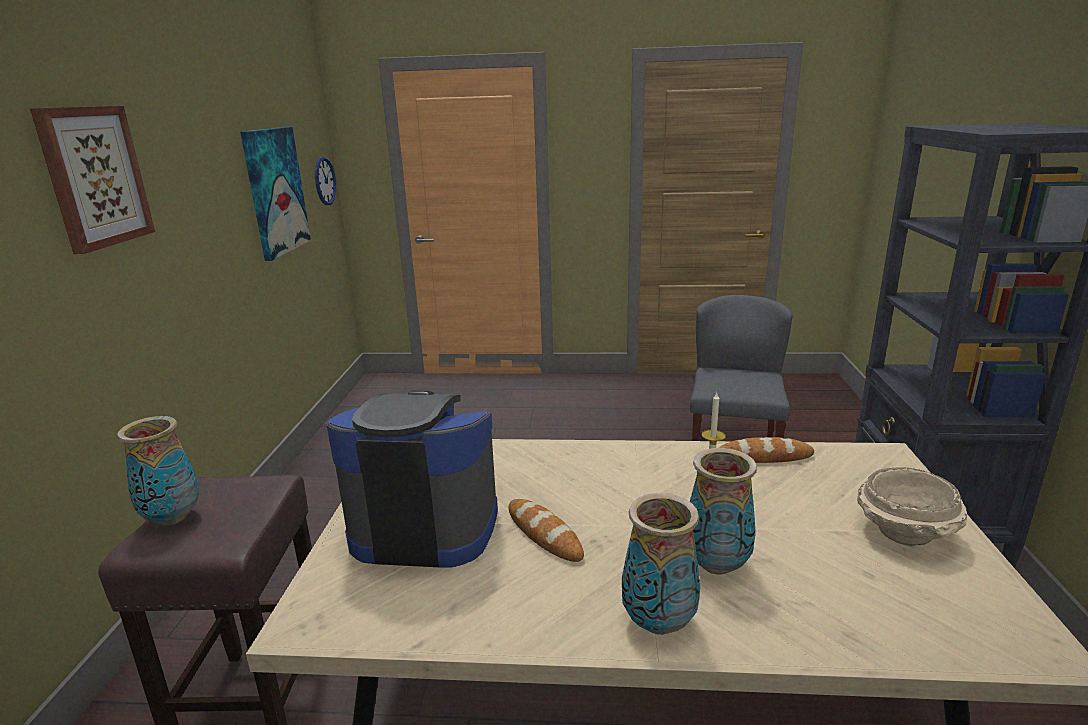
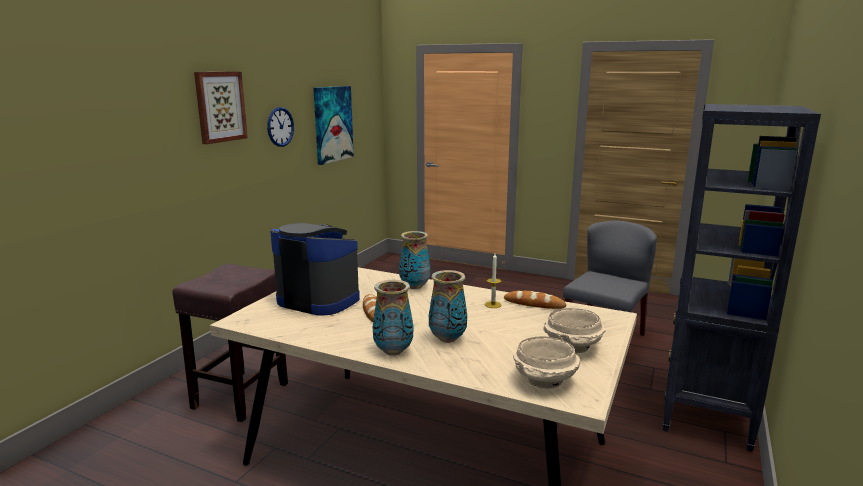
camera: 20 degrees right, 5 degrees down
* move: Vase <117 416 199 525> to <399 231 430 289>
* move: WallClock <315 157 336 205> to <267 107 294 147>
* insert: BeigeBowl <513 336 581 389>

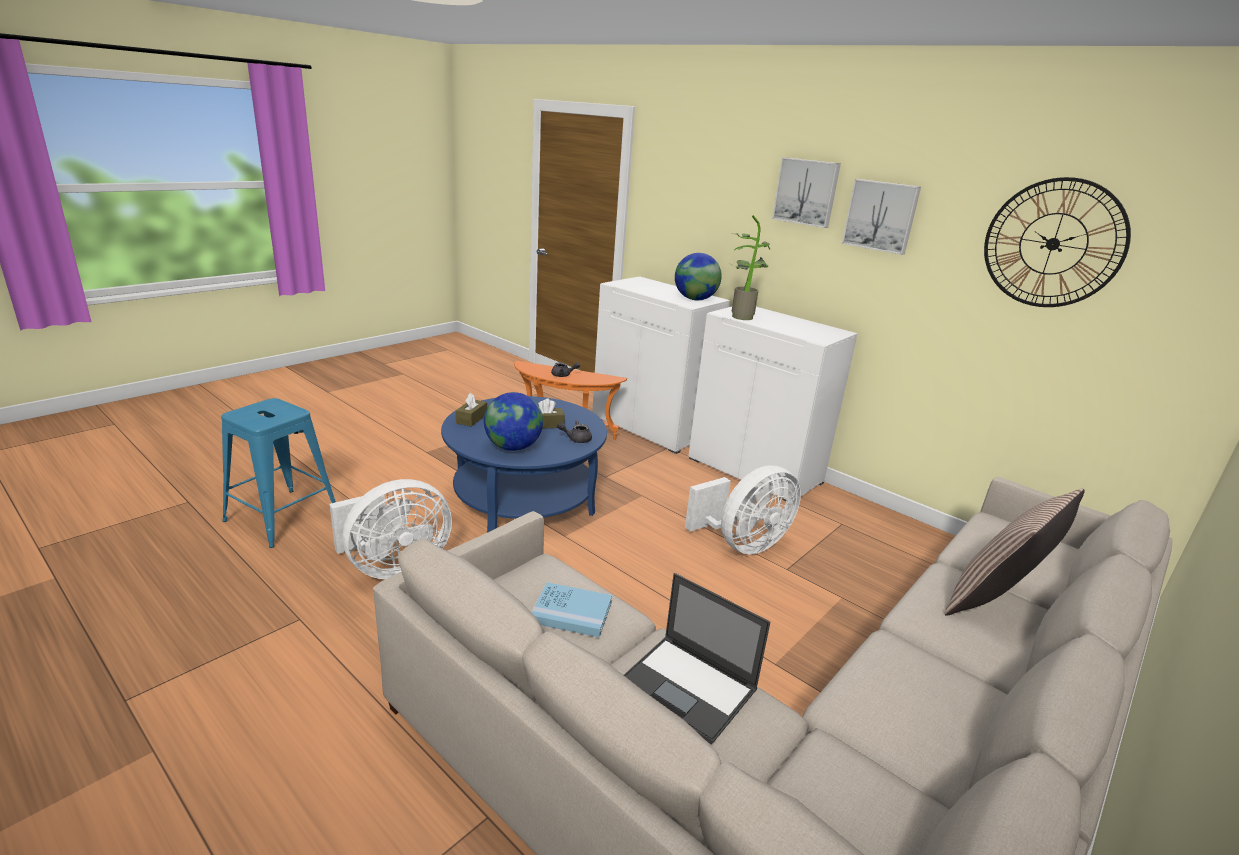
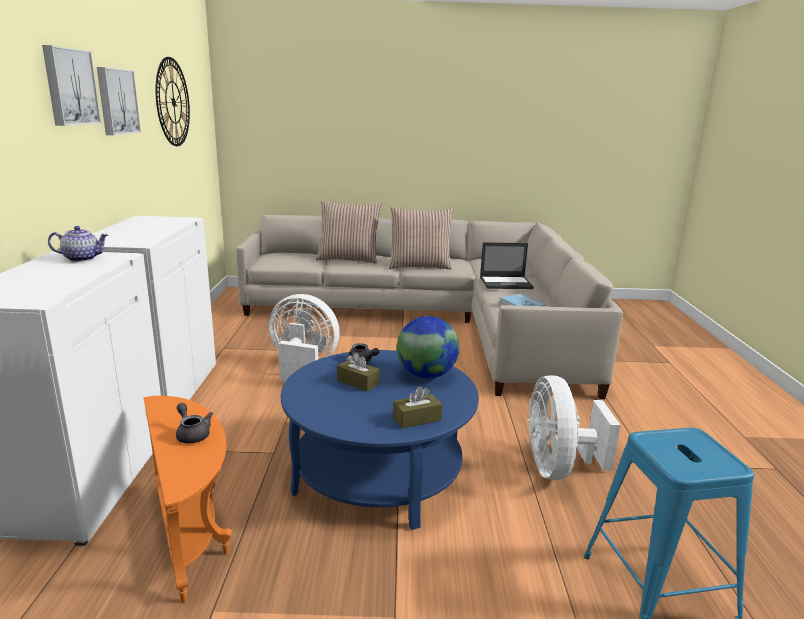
camera: 130 degrees left, 5 degrees down
* rotate: WhiteFan <330 479 452 579> = <528 375 621 480> 105 degrees counterclockwise
* rotate: Laptop <624 573 770 745> = <480 242 534 289> 90 degrees clockwise
* replace: Globe <675 253 722 300> to Teapot <48 226 108 262>
* delete: PottedPlant <732 215 772 320>
* insert: Pillow <389 207 453 270>

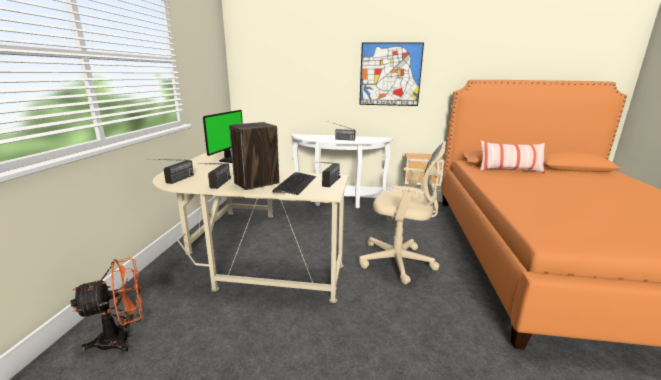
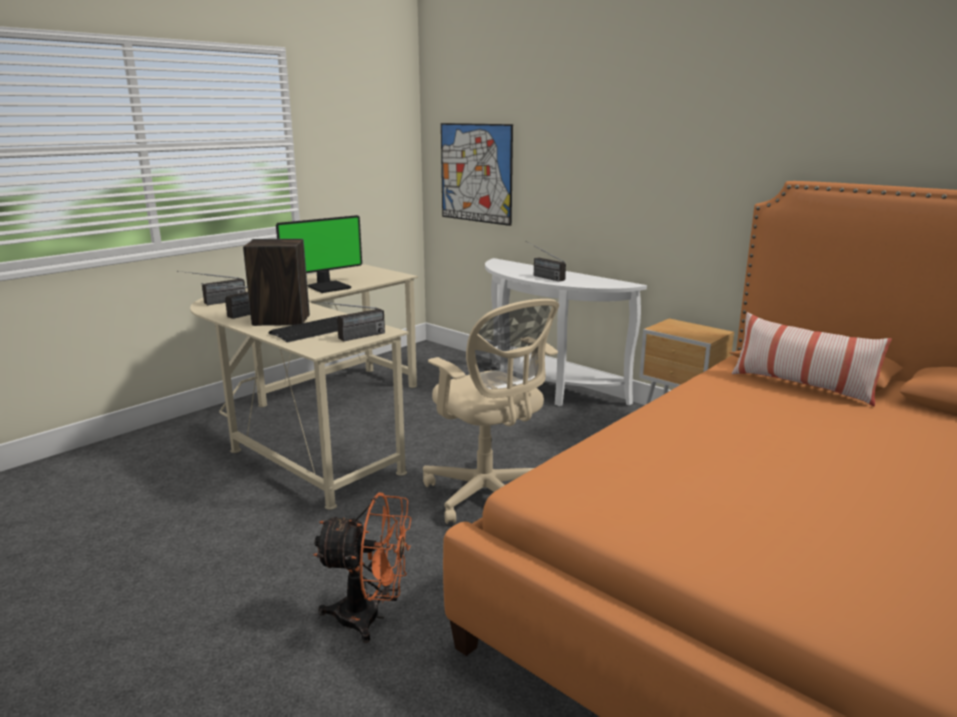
camera: 35 degrees right, 0 degrees up
* move: OrangeFan <70 257 143 353> to <313 493 411 643>
* move: Picture <359 42 424 106> to <441 123 513 226>

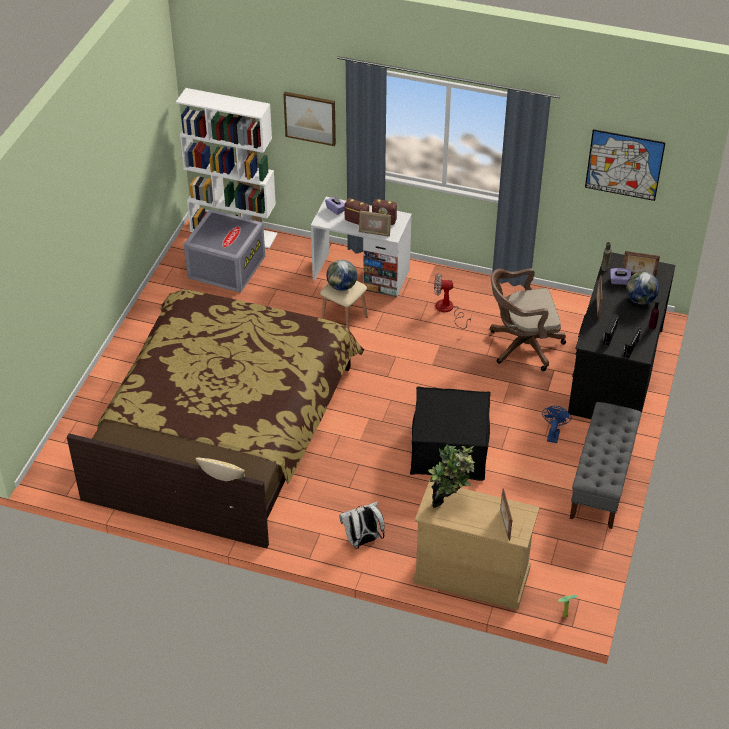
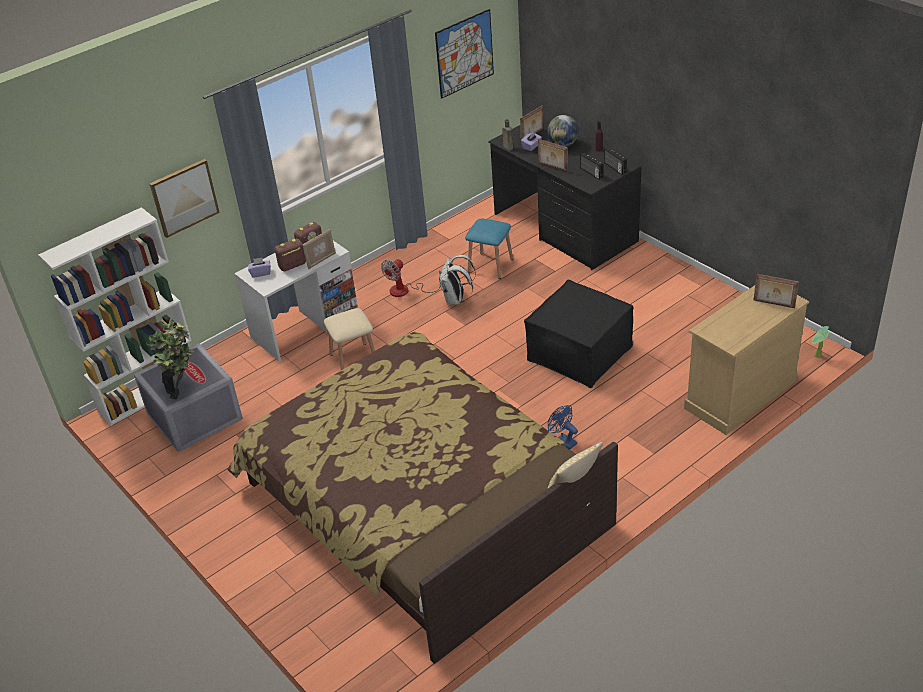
camera: 55 degrees left, 5 degrees down
* delete: Globe <326 260 357 291>
* move: WhiteBackpack <339 502 385 549> to <440 255 476 305>
* move: PottedPlant <428 444 475 508> to <146 318 194 400>
* replace: BrownOfficeChair <490 268 566 371> to BlueStool <465 219 513 279>
* move: BlueFan <542 406 572 443> to <548 405 578 450>
* delete: GreyBench <570 402 642 529>

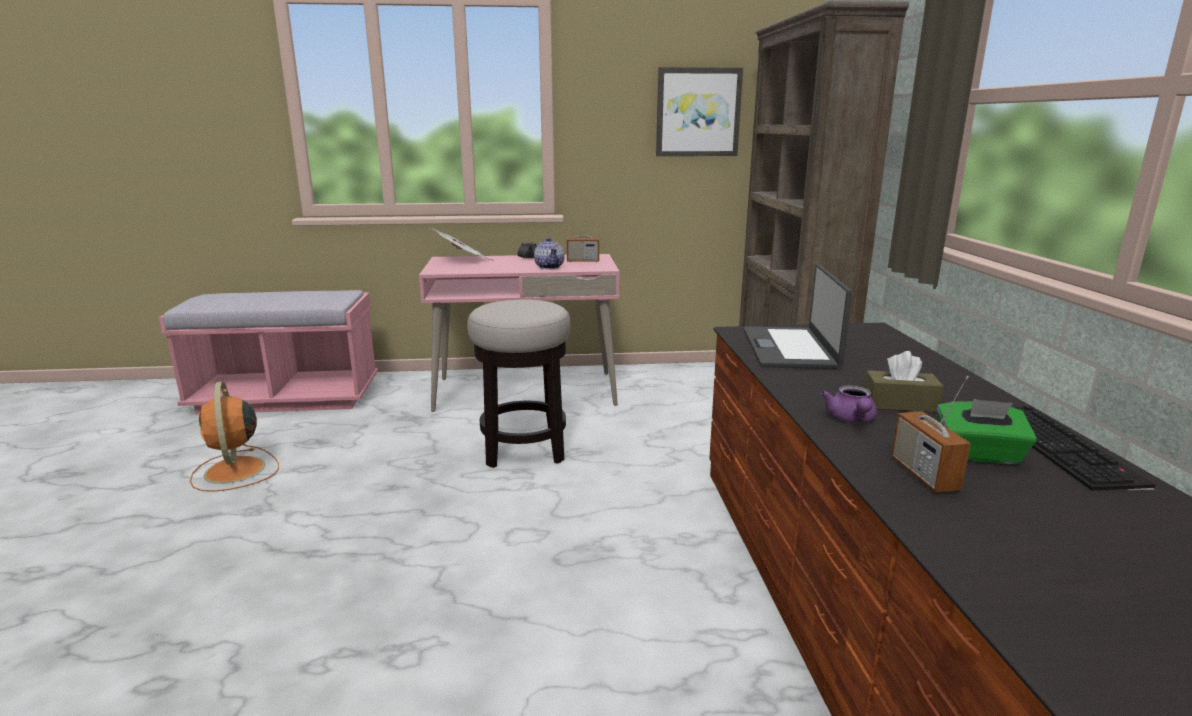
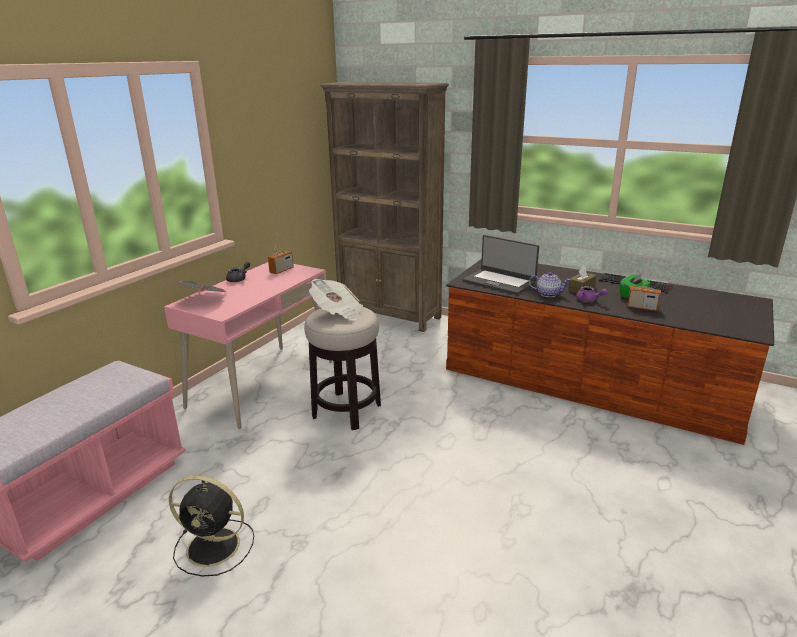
camera: 55 degrees left, 5 degrees up
* recolor: OrangeFan <190 381 279 492> to BlackFan <169 476 254 577>
* move: Teapot <534 238 564 269> to <529 272 571 297>
* delete: Picture <656 67 743 156>
* insert: Newspaper <309 279 363 321>

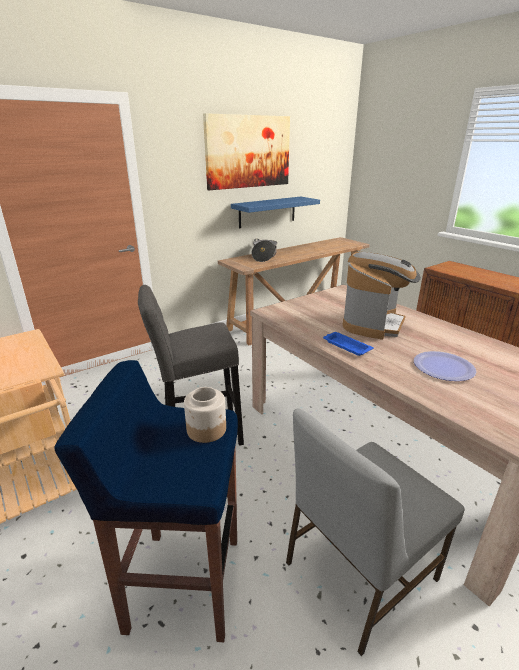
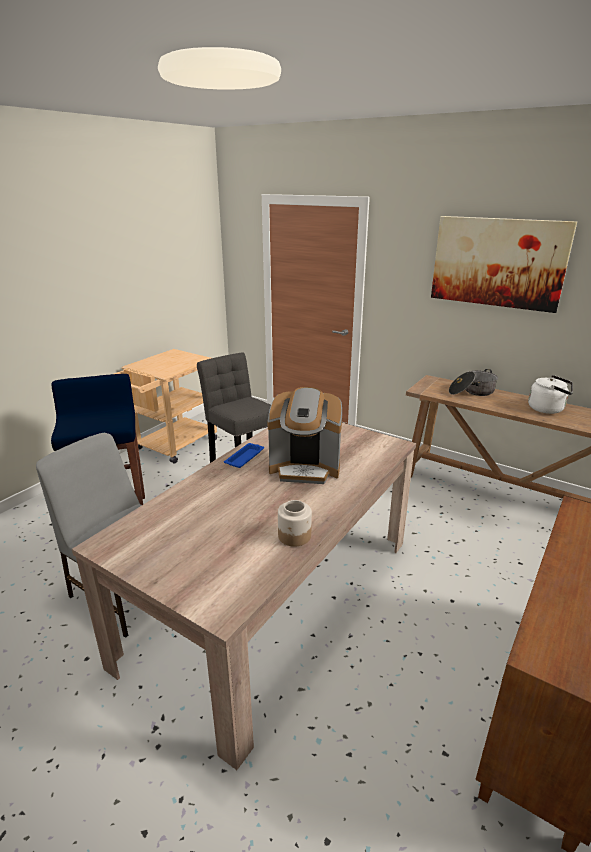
camera: 70 degrees right, 0 degrees up
* move: Jar <184 387 226 443> to <278 500 312 547>
* delete: BlueShelf <231 197 320 229>
* delete: Plate <414 351 476 381>
* insert: WhiteKettle <528 375 573 414>

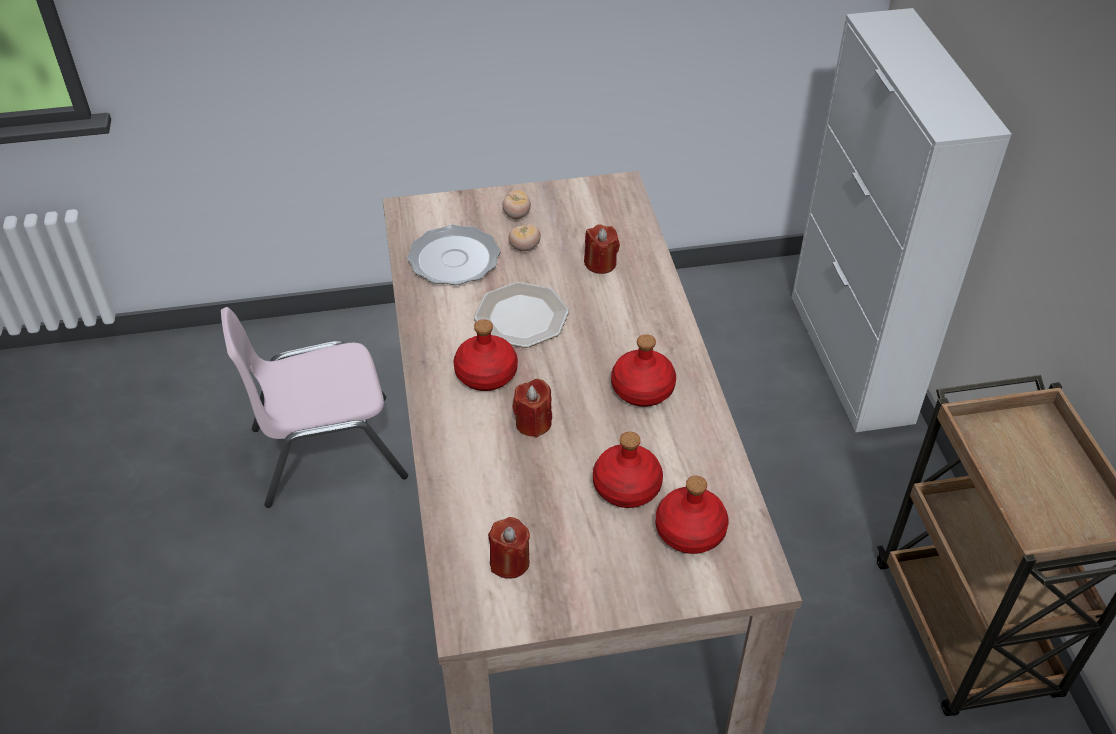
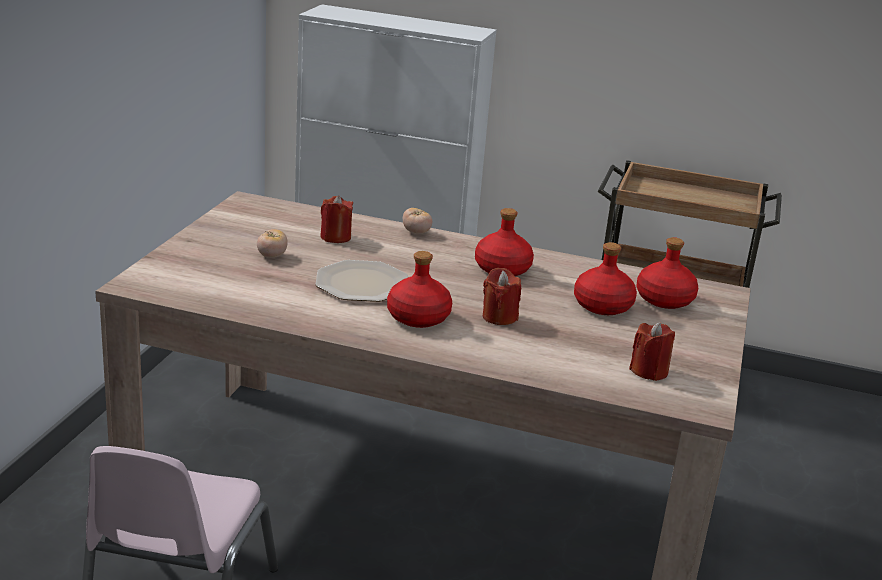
camera: 65 degrees left, 20 degrees down
* delete: Plate <407 225 501 285>
* move: Tomato <503 190 531 219> to <403 208 432 234>

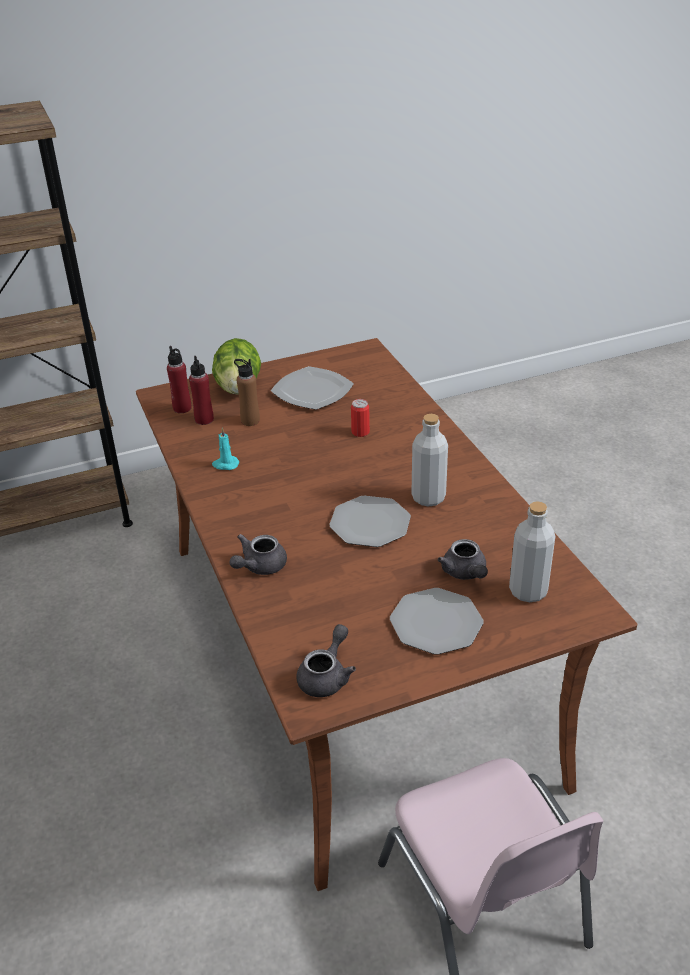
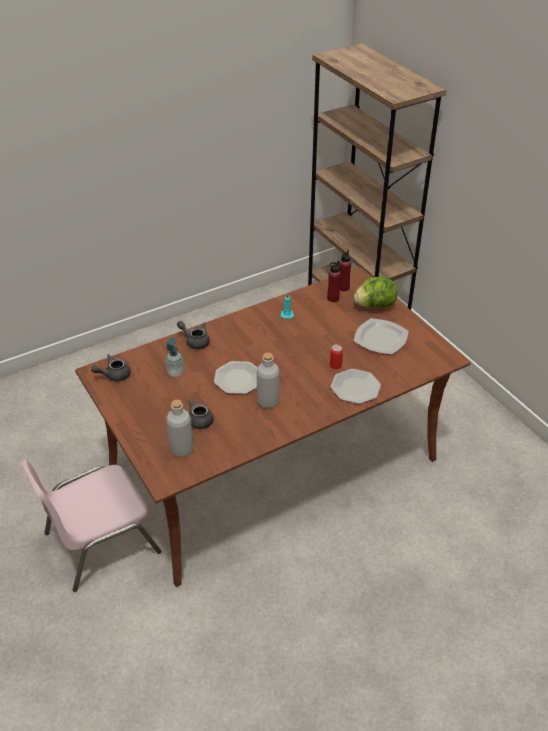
camera: 80 degrees right, 5 degrees up
* delete: BrownBottle <234 359 260 426>
* rotate: GreyTeapot <296 624 356 697> = <91 354 131 381> 135 degrees clockwise
* move: Plate <390 588 484 655> to <330 369 381 404>
* insert: SoapDispenser <166 337 184 377>

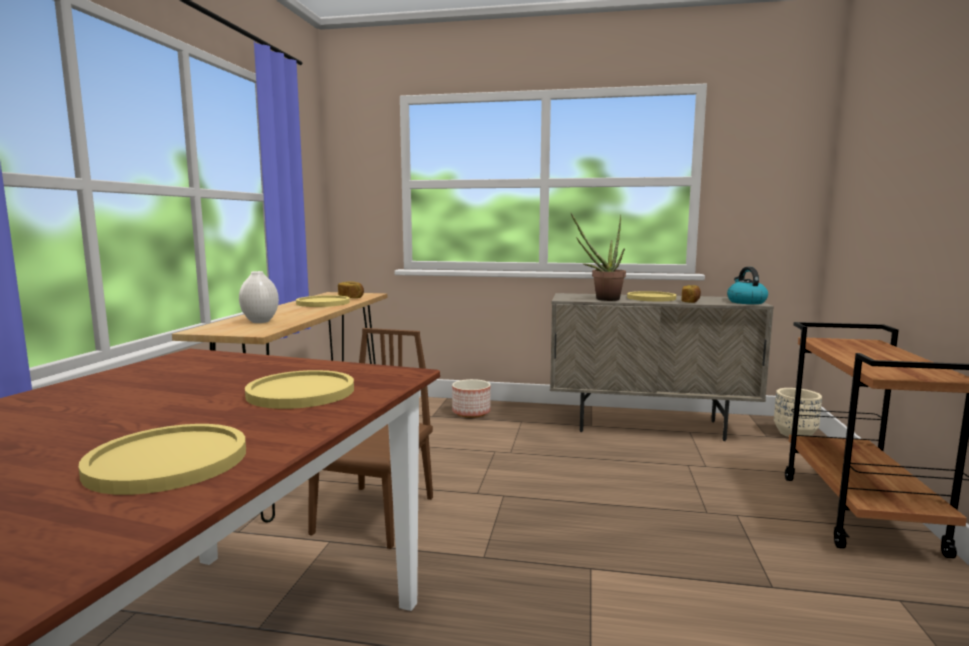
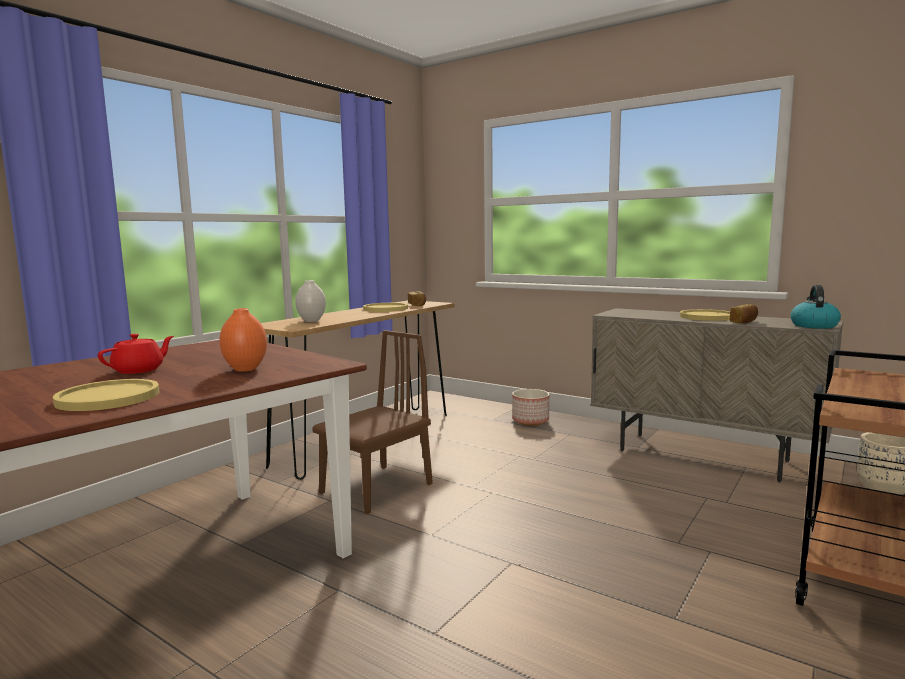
camera: 25 degrees right, 0 degrees up
* replace: YellowPlate <245 370 354 409> to OrangeVase <219 308 267 372>
* delete: PottedPlant <570 212 626 301>
* insert: RedTeapot <98 334 174 374>

